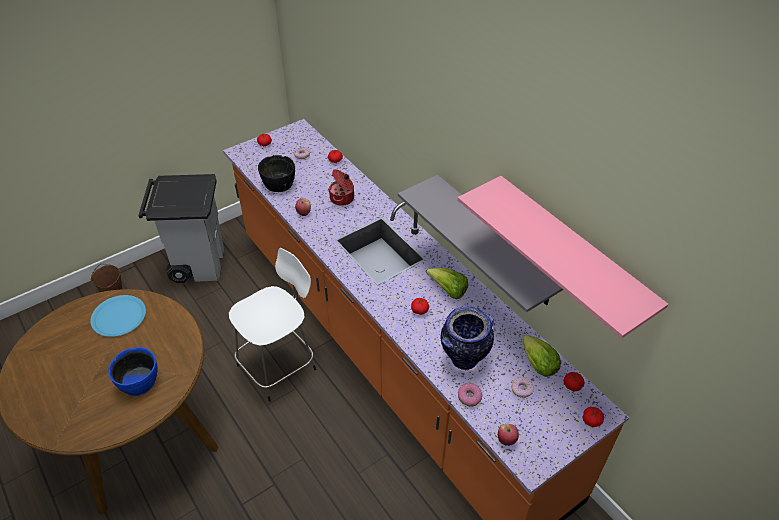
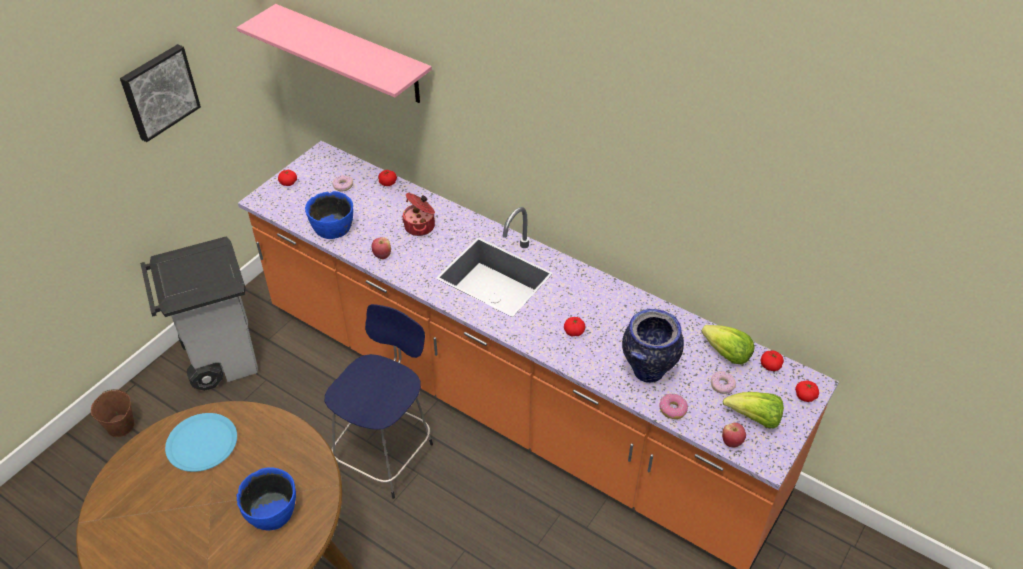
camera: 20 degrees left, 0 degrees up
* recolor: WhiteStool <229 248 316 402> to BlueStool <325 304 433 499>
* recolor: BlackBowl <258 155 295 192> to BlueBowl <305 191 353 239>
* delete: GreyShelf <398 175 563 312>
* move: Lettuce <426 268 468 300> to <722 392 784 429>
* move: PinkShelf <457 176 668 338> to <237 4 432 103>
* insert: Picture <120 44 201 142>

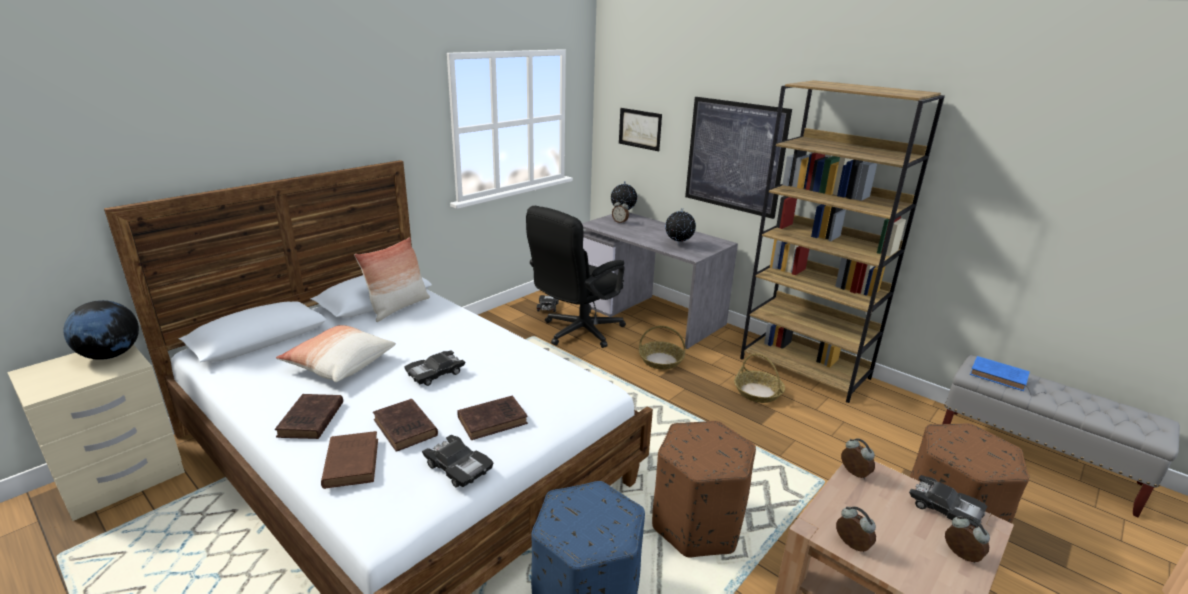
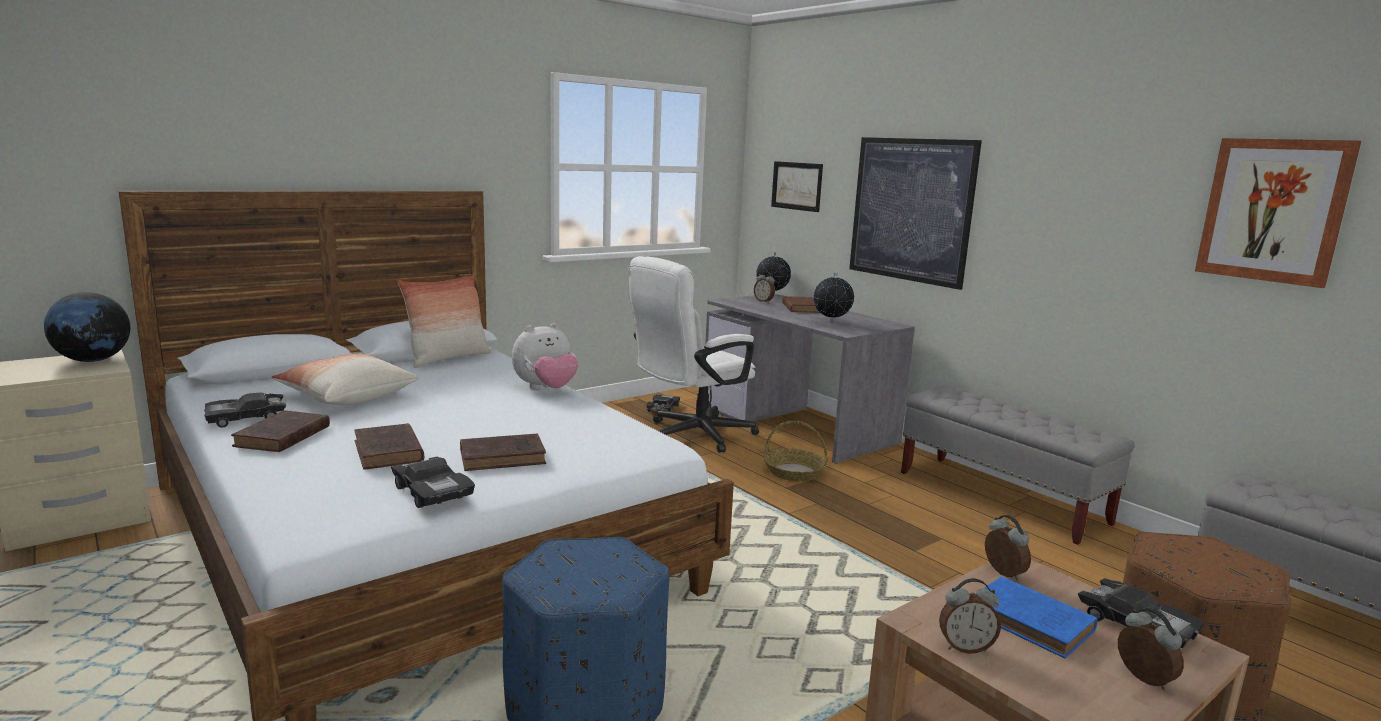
camera: 10 degrees right, 10 degrees down
* move: BrownBook <321 431 378 489> to <782 296 820 313>
* move: BlackToyCar <404 350 465 386> to <204 392 286 428>
* recolor: BlackOfficeChair <526 206 626 348> to WhiteOfficeChair <628 256 759 453>
* delete: BrownOttoman <652 421 756 557>
* delete: Basket <734 353 785 403>
* replace: BrownBookcase <740 80 945 403> to GreyBench <901 386 1134 545>
* rotate: AlarmClock <836 507 876 552> = <939 578 1001 654> 120 degrees clockwise
* move: BlueBook <970 356 1030 391> to <976 576 1098 659>
* insert: PlushToy <512 323 578 389>
* insert: Picture <1195 138 1361 288>

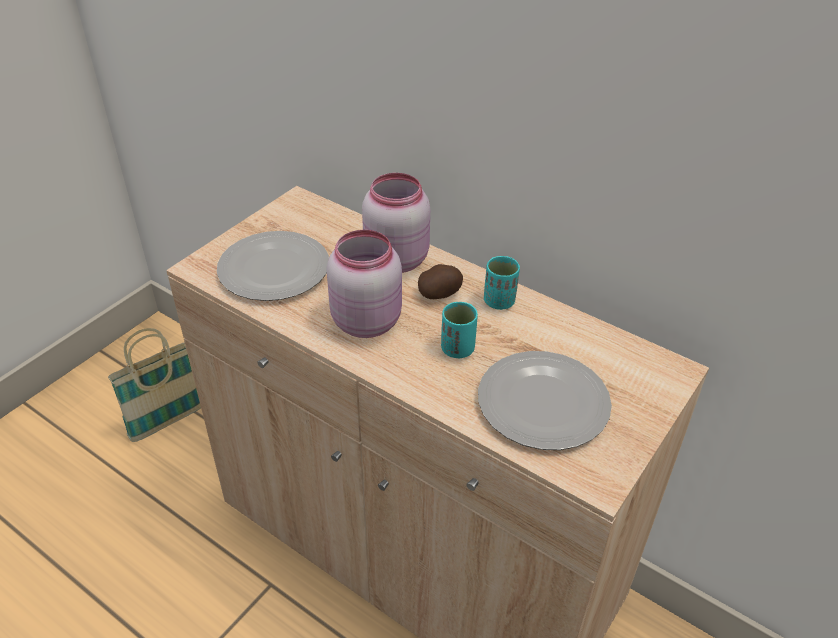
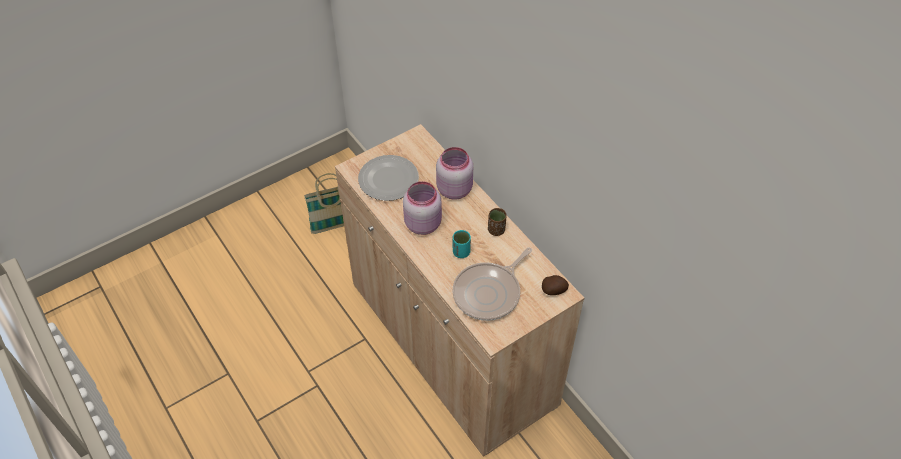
camera: 20 degrees right, 10 degrees up
* move: Potato <418 264 463 299> to <542 275 569 295>
* replace: Plate <478 351 612 450> to FryingPan <452 248 532 321>
* recolor: TurquoiseCup <484 256 520 310> to BrownCup <488 208 507 236>

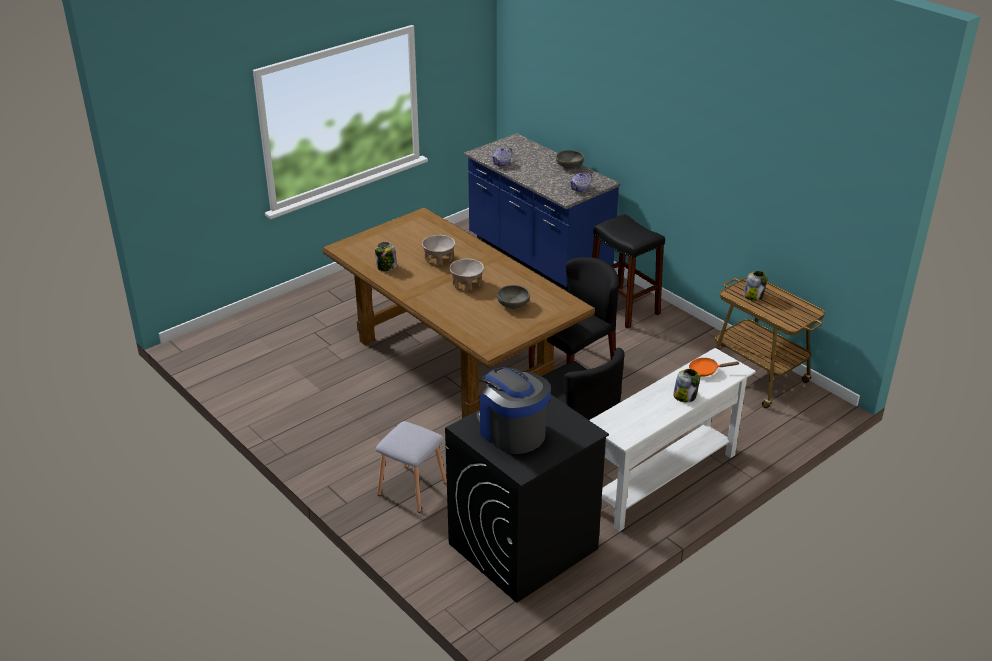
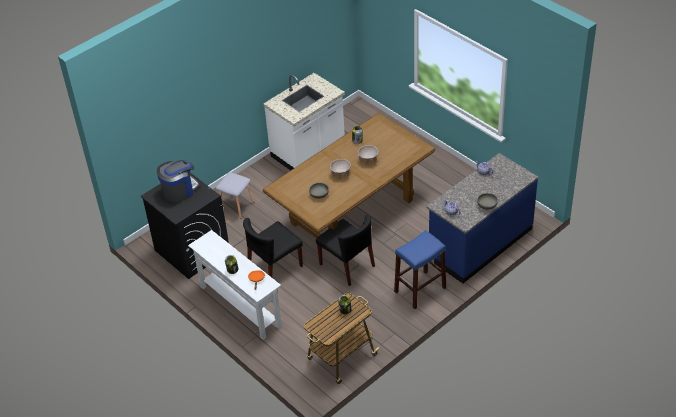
camera: 90 degrees right, 10 degrees up
* recolor: BlackStool <592 214 665 329> to BlueStool <394 230 446 309>
* insert: WhiteCounter <263 73 345 171>

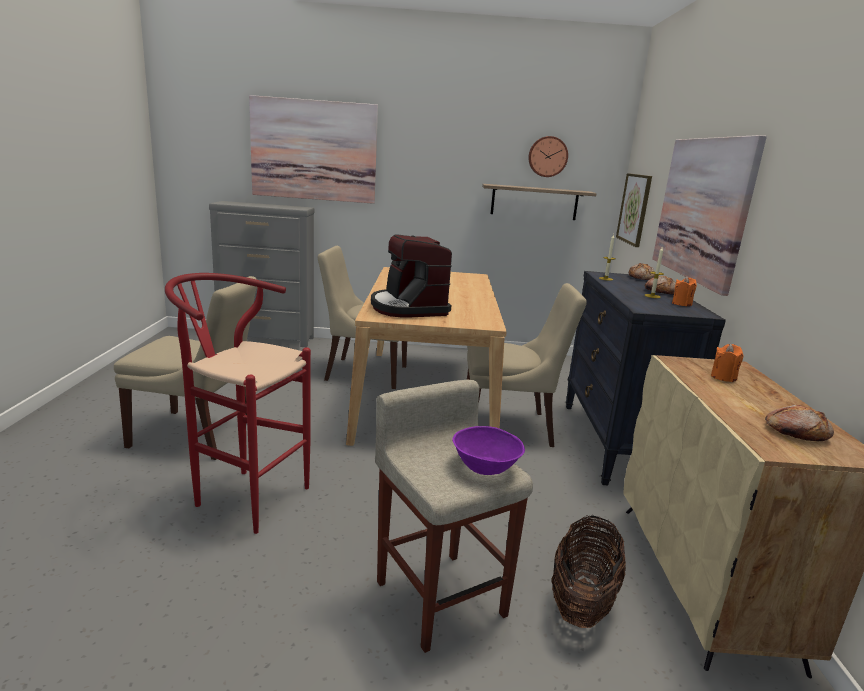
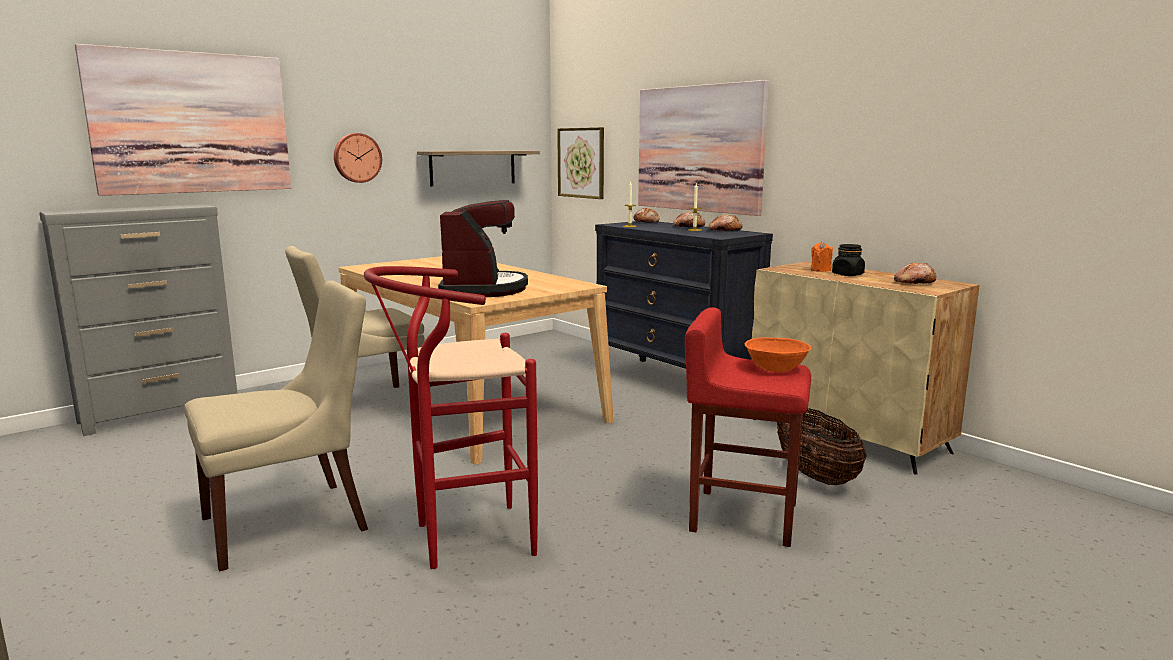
camera: 40 degrees left, 5 degrees down
* rotate: CoffeeMachine <371 234 452 318> = <438 200 528 297> 120 degrees counterclockwise
* recolor: BeigeStool <375 380 533 653> to RedStool <685 307 811 547>
* recolor: PurpleBowl <452 426 525 475> to OrangeBowl <745 337 811 372>
* delete: BeigeChair <467 283 587 447>
* move: WallClock <528 136 568 177> to <334 133 382 183>
* replace: OrangeCandle <672 277 697 306> to Bread <709 214 742 231>
* insert: BlackJar <832 244 865 276>

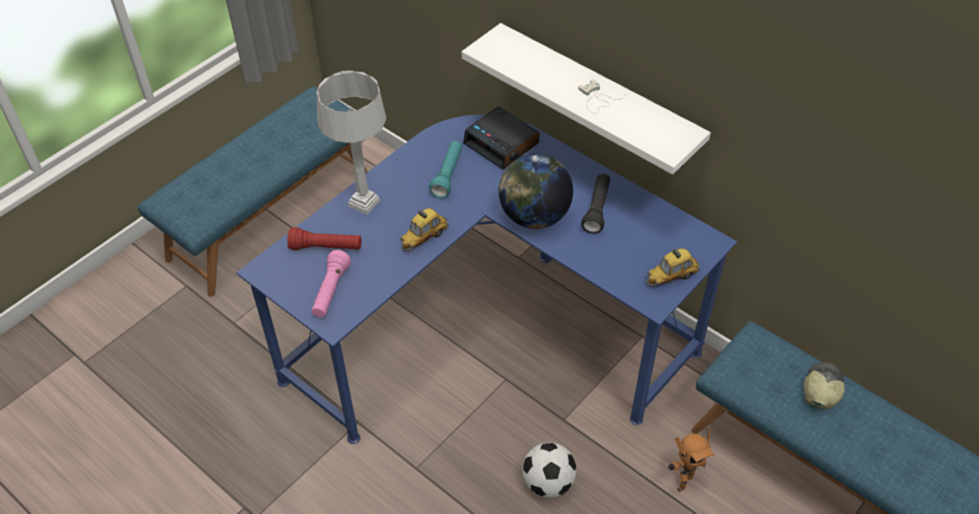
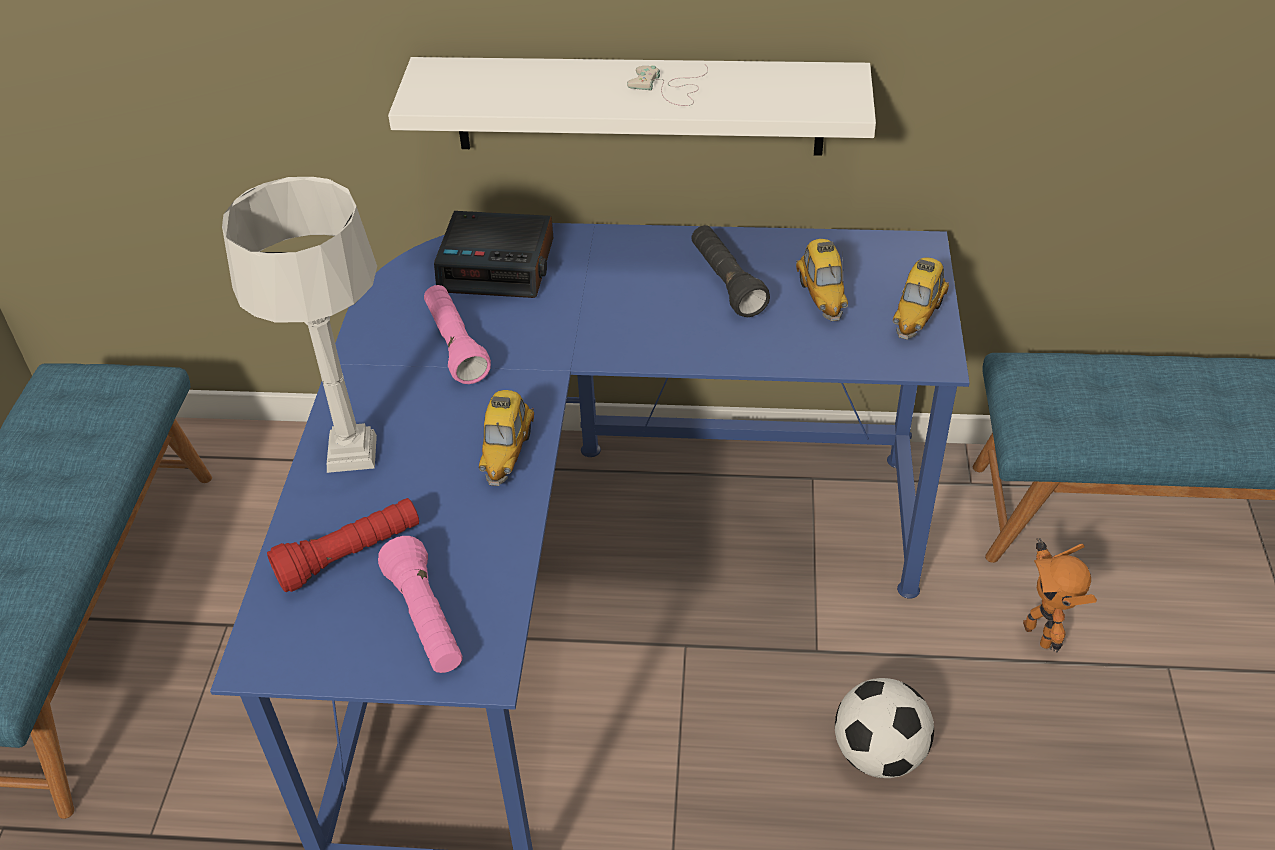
camera: 35 degrees left, 5 degrees down
* recolor: TurquoiseFlashlight <429 141 462 198> to PinkFlashlight <424 285 491 384>
* delete: Globe <498 154 573 229>
* rotate: ToyRobot <668 427 714 492> = <1023 538 1097 653> 150 degrees clockwise
* delete: Cap <804 362 845 409>
* insert: ToyCar <796 239 848 321>

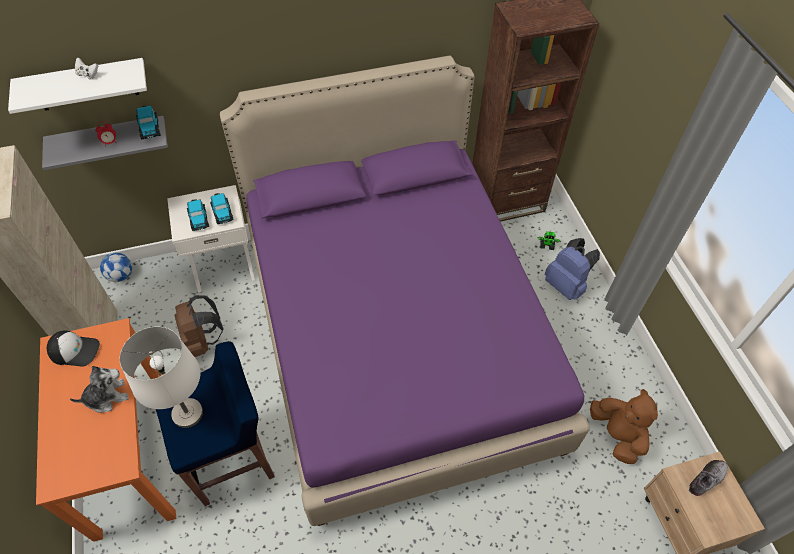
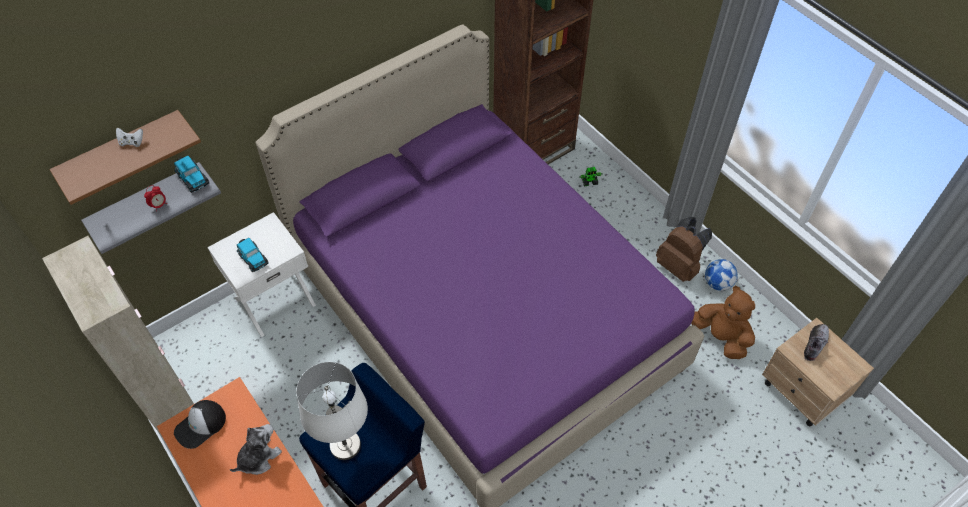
camera: 20 degrees left, 0 degrees up
* recolor: WhiteShelf <8 58 147 114> to BrownShelf <50 110 201 205>
* rotate: Cap <47 330 100 366> = <174 400 226 449> 150 degrees clockwise
* move: Football <100 253 132 282> to <705 259 738 291>
* move: BrownBackpack <174 295 224 357> to <656 217 712 282>
* delete: ToyCar <210 193 234 224>
* delete: BlueBackpack <545 238 600 300>

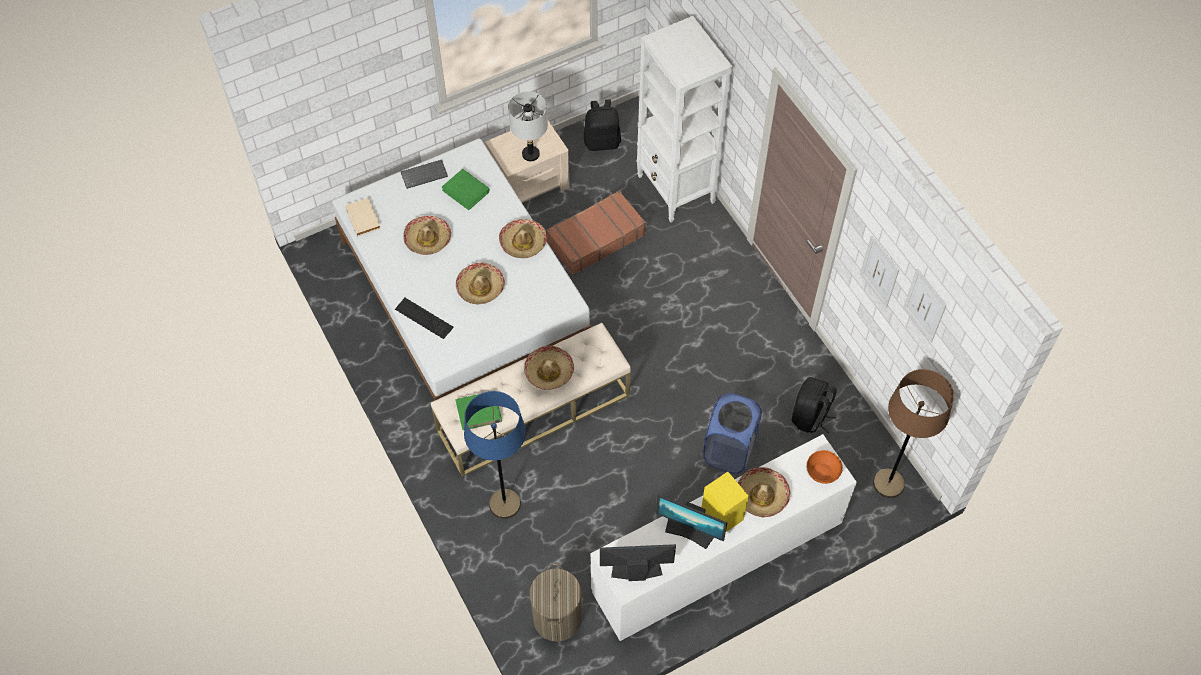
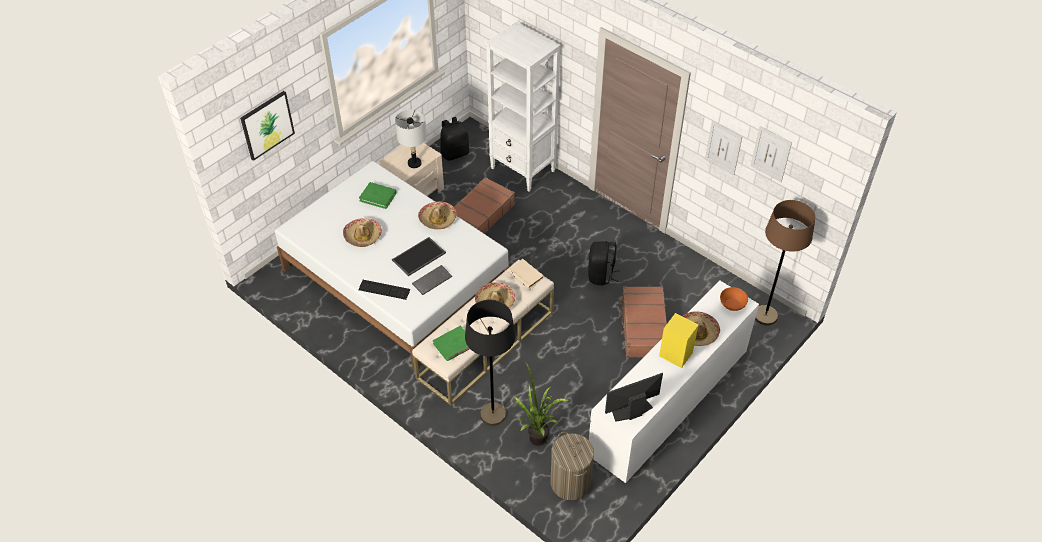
camera: 20 degrees left, 10 degrees down
* move: BeigeBook <345 198 381 236> to <508 259 544 289>
* move: Keyboard <401 160 448 189> to <412 265 452 295>
* replace: Hat <456 262 505 305> to Tray <392 237 446 276>
* recolor: BlueFloorLamp <464 391 526 519> to BlackFloorLamp <465 300 515 426>
* delete: Monitor <656 494 727 549>
* replace: BlueLaundryBasket <703 393 762 474> to BrownSuitcase <619 286 667 357>
* move: BlackBackpack <792 377 837 433> to <588 241 619 285>
* insert: Picture <240 91 295 161>
* insert: PottedPlant <513 362 568 446>

